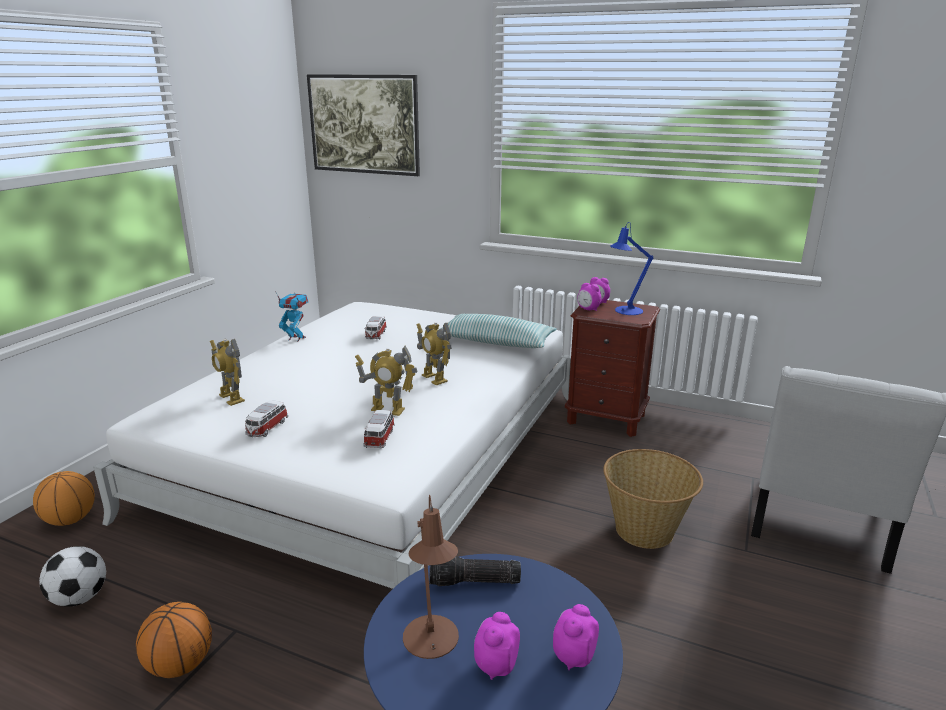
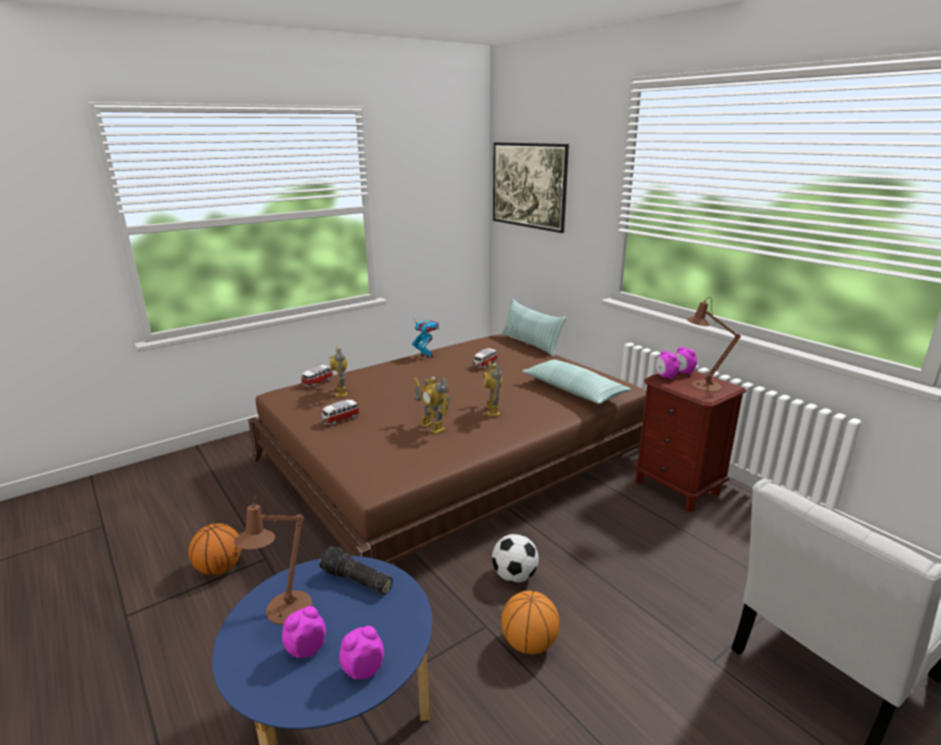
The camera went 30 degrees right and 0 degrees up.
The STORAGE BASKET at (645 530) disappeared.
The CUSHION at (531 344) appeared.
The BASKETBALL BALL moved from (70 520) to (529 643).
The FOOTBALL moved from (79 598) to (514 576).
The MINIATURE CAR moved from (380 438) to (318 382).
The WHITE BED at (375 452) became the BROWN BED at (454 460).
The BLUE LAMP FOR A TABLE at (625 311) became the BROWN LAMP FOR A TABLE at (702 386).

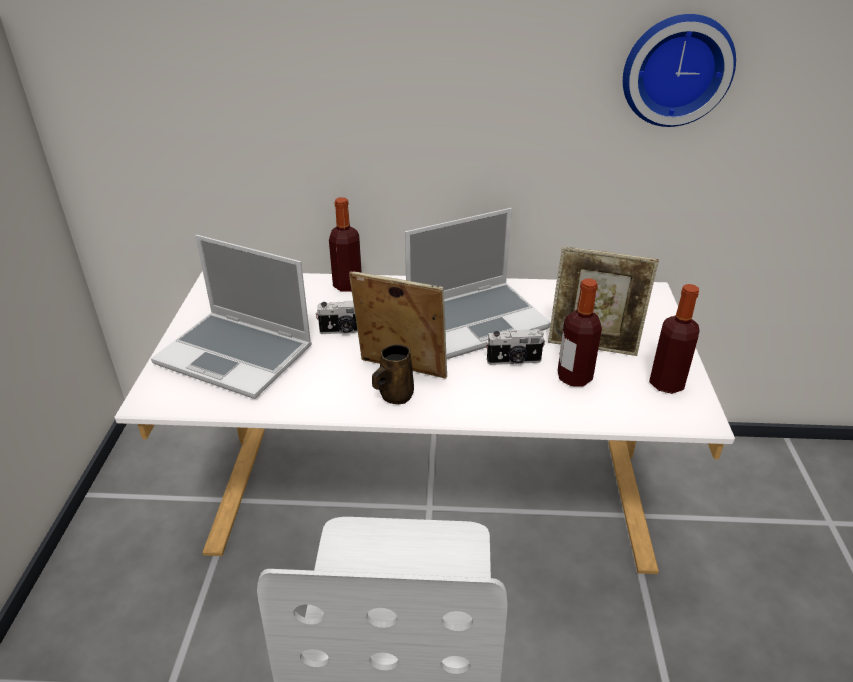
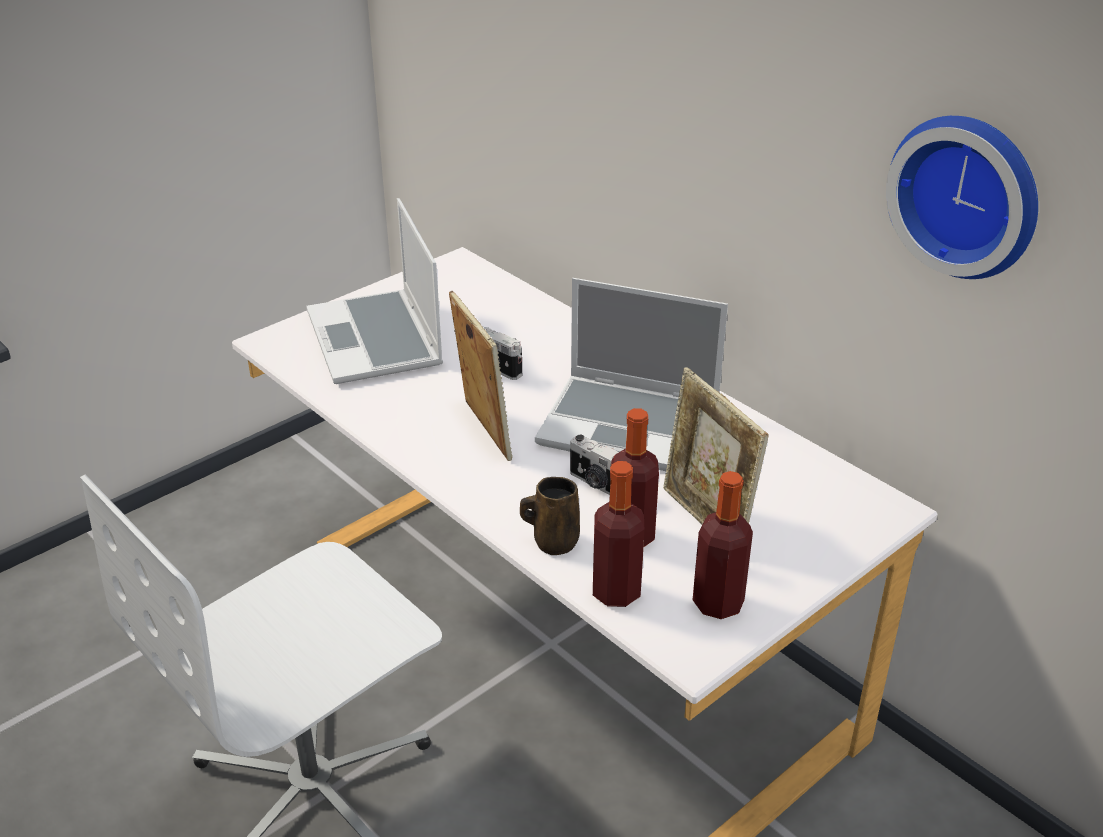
The camera went 45 degrees right and 0 degrees up.
The BEVERAGE BOTTLE moved from (347 285) to (616 592).
The BROWN COFFEE MUG moved from (394 396) to (553 541).

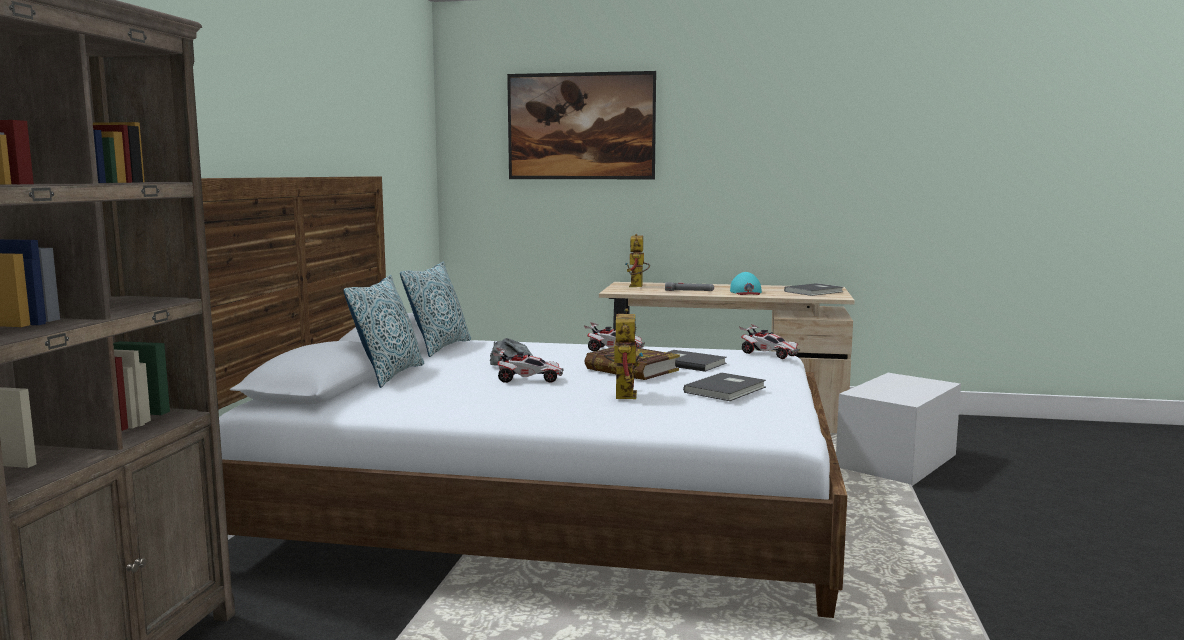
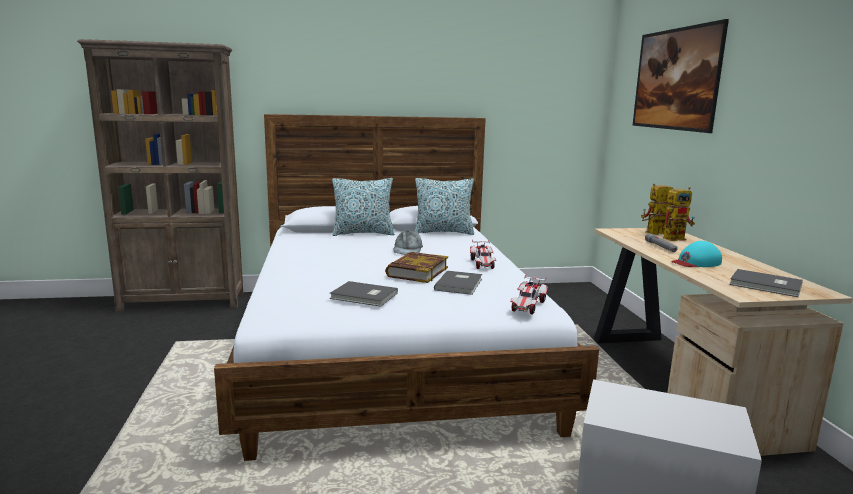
The camera went 70 degrees right and 5 degrees up.
The MINIATURE CAR at (528 379) disappeared.
The ROBOT FIGURE moved from (622 393) to (676 238).

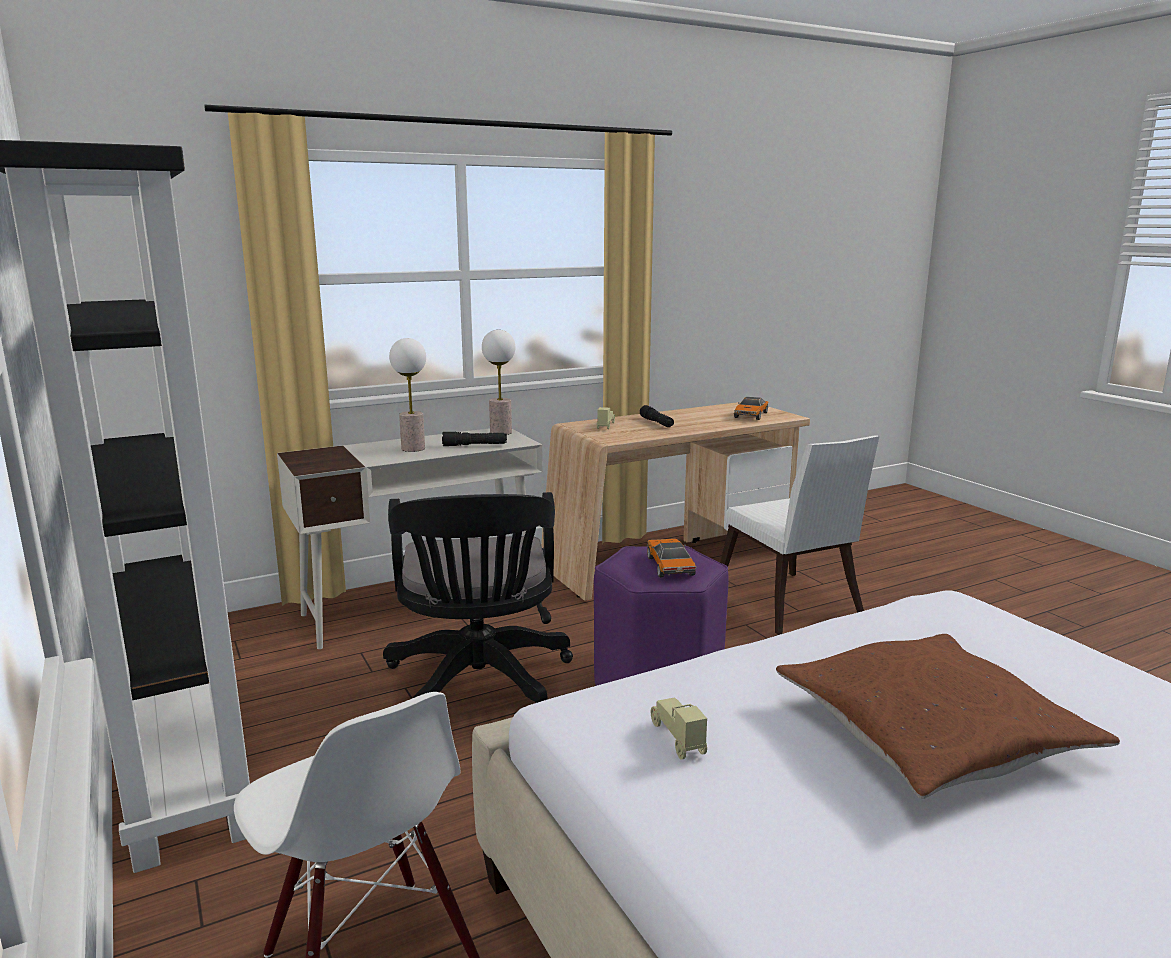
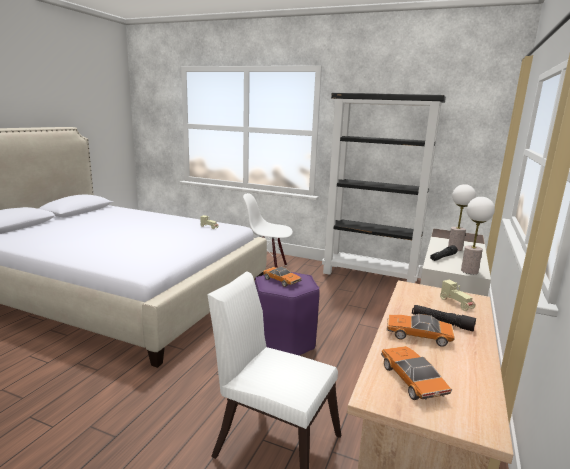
The camera went 140 degrees right and 0 degrees up.
The BLACK-COLOURED COMPUTER CHAIR at (479 685) disappeared.
The BROWN CUSHION at (931 734) disappeared.
The MINIATURE CAR at (418 335) appeared.

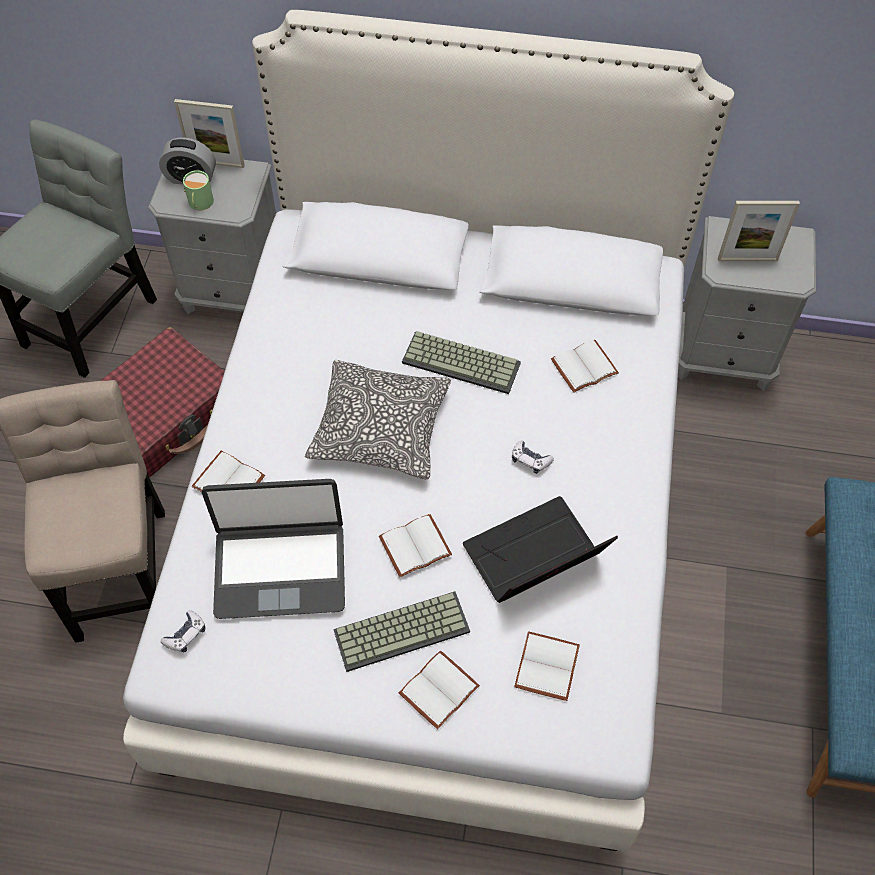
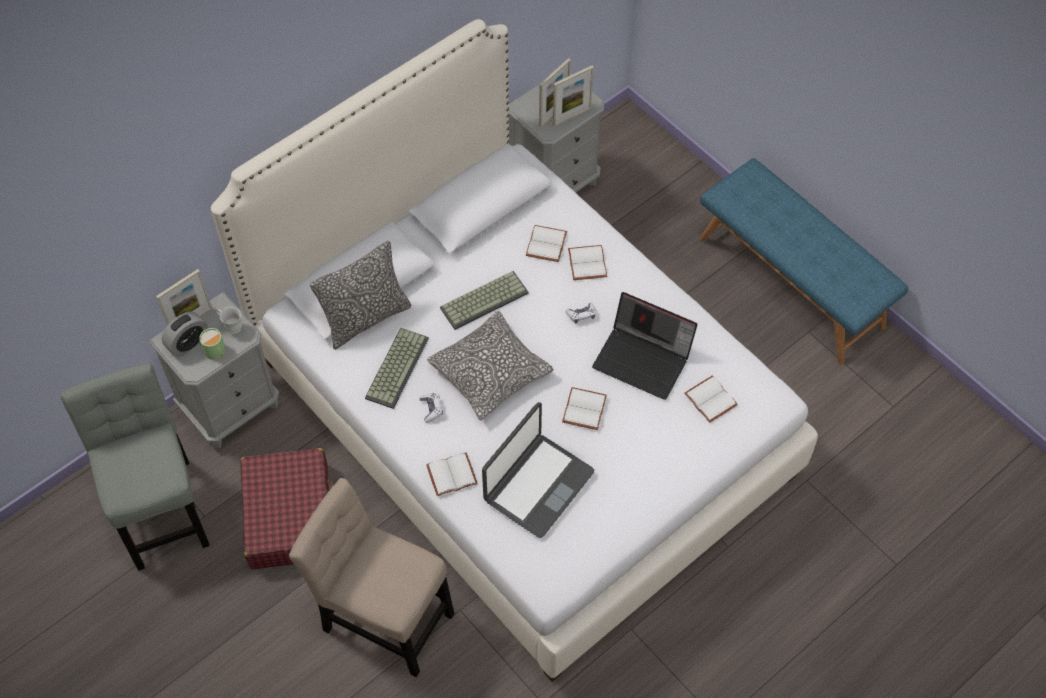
The camera went 50 degrees left and 0 degrees up.
The WHITE COFFEE MUG at (231 327) appeared.
The CUSHION at (366 318) appeared.
The PICTURE FRAME at (572 116) appeared.
The JOYPAD moved from (186 635) to (431 409).
The PC KEYBOARD moved from (402 629) to (396 367).
The WHITE BOUND BOOK moved from (438 688) to (586 263).
The NOTEBOOK COMPUTER at (533 559) turned 75 degrees counterclockwise.

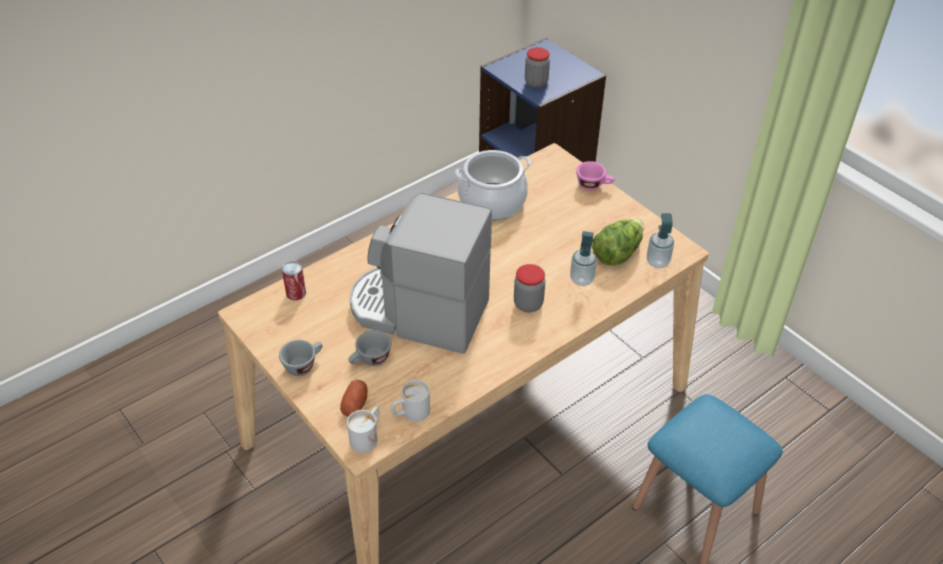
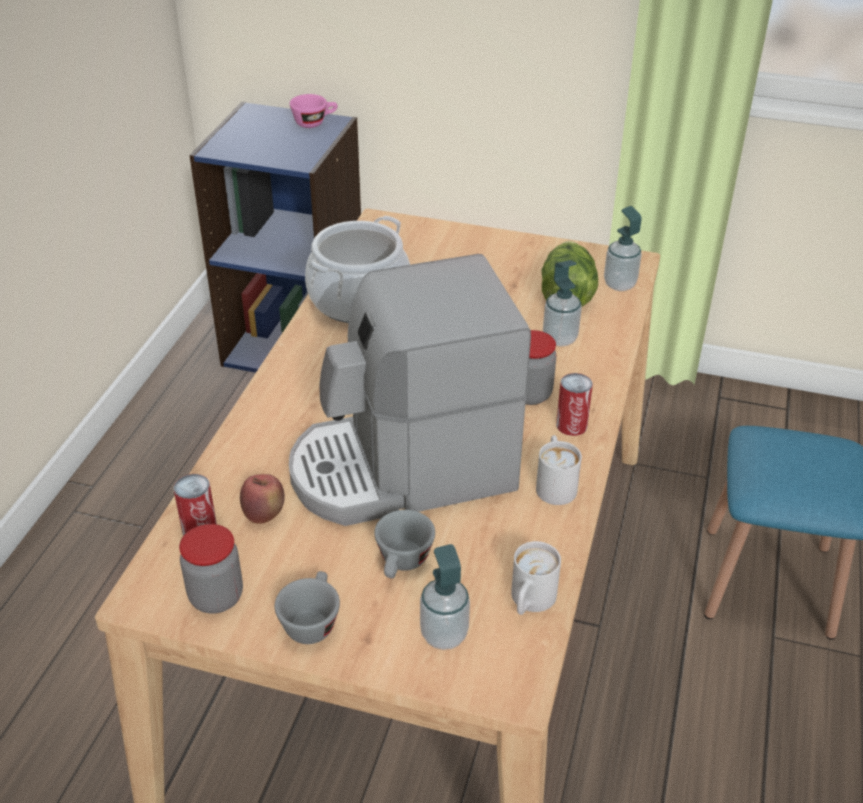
The camera went 35 degrees left and 5 degrees down.
The APPLE at (264 515) appeared.
The METAL CAN at (571 425) appeared.
The WHITE COFFEE MUG moved from (367 436) to (554 484).
The PRESERVE JAR moved from (536 82) to (216 597).
The PINKISH CUP moved from (593 185) to (314 122).
The WHOLE POTATO at (355 405) was replaced by the LIQUID SOAP BOTTLE at (444 635).

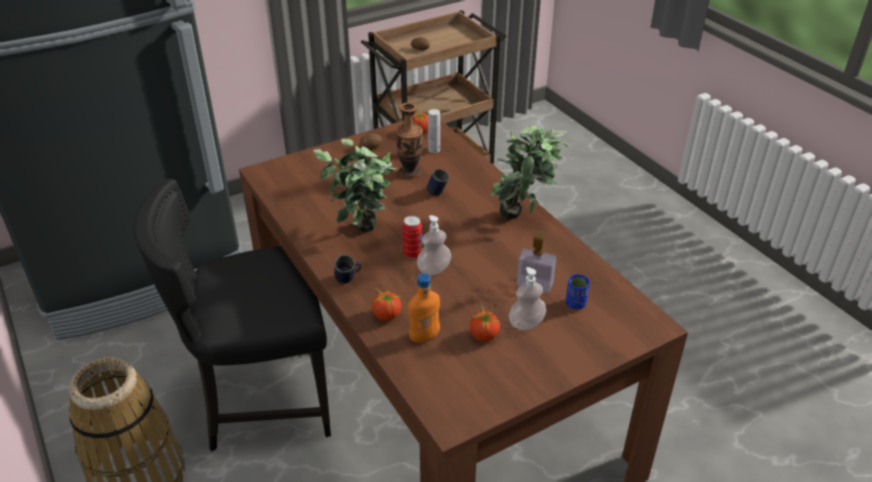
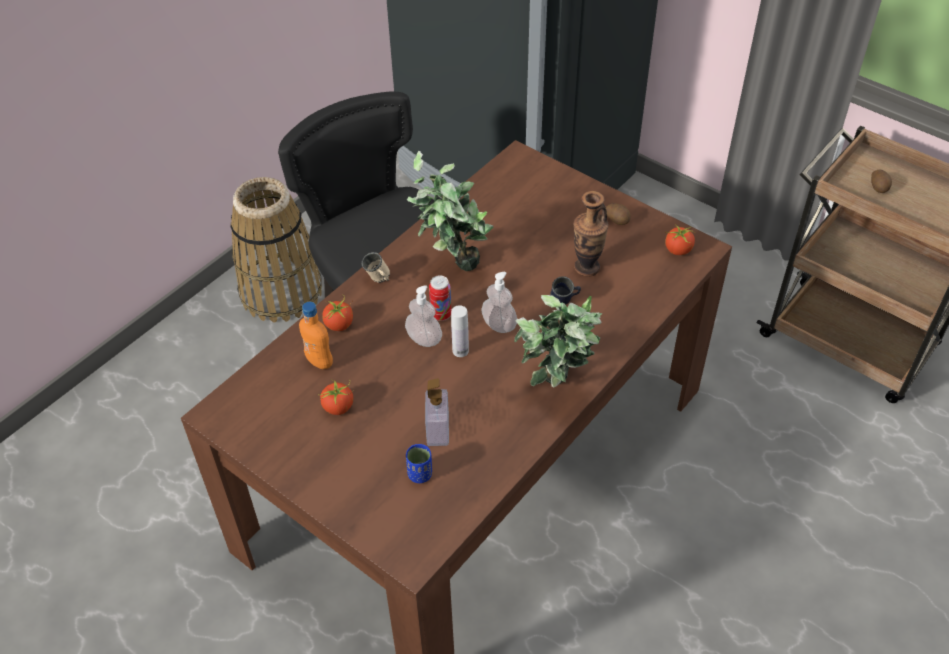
The camera went 70 degrees right and 10 degrees up.
The WHITE BEVERAGE BOTTLE moved from (434 150) to (460 351).
The LIQUID SOAP BOTTLE moved from (526 323) to (499 325).
The BLUE COFFEE MUG at (348 280) became the SAND-COLOURED COFFEE MUG at (379 280).

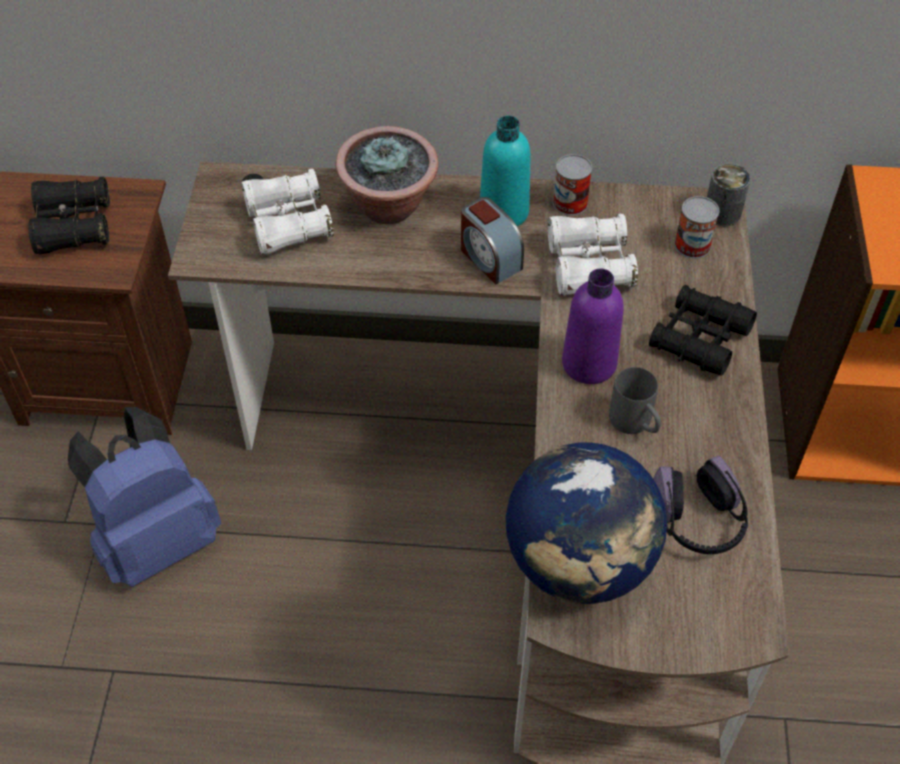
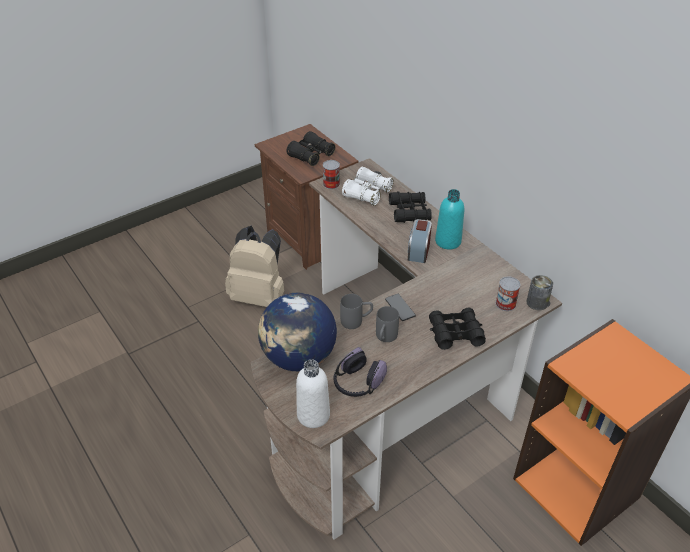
The camera went 50 degrees right and 10 degrees down.
The WHITE FIELD GLASSES at (589 265) disappeared.
The WHITE BEVERAGE BOTTLE at (313 415) appeared.
The GREY COFFEE MUG at (356 321) appeared.
The METAL CAN moved from (570 202) to (331 184).
The PLANT IN A POT at (389 206) was replaced by the BLACK-COLOURED FIELD GLASSES at (409 212).
The PURPLE BEVERAGE BOTTLE at (589 363) was replaced by the PHONE at (400 308).
The BLUE KNAPSACK at (157 540) became the SAND-COLOURED KNAPSACK at (259 296).

